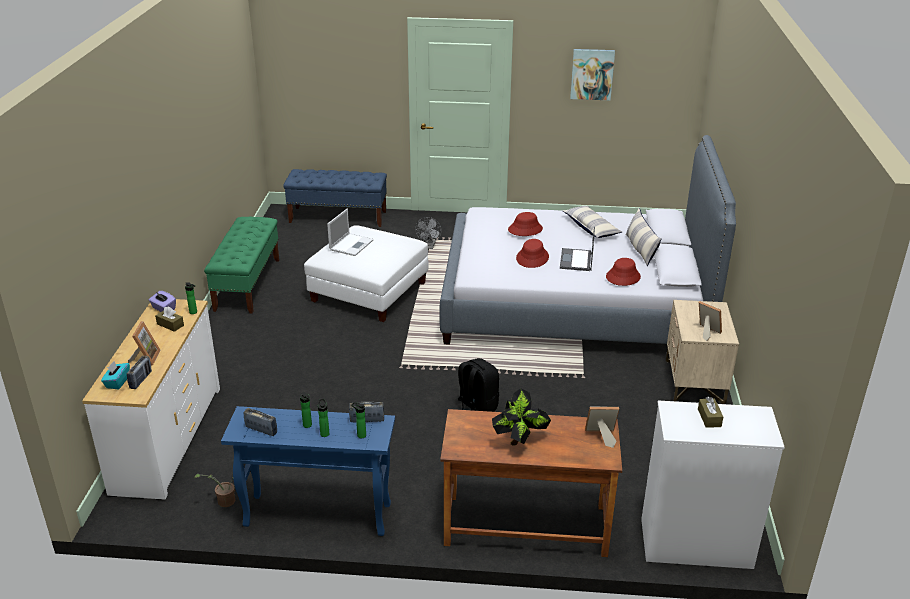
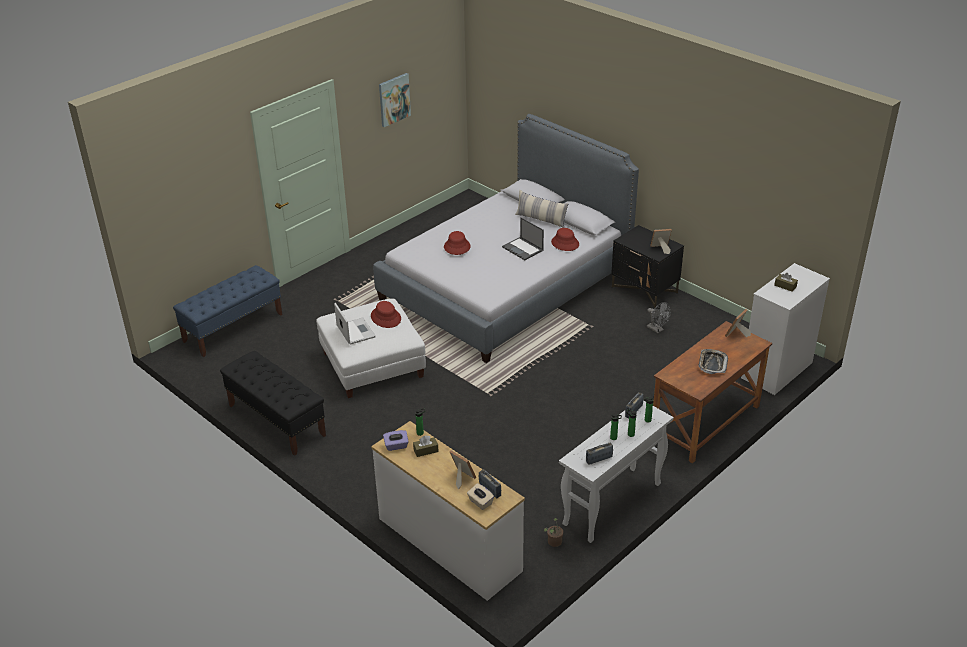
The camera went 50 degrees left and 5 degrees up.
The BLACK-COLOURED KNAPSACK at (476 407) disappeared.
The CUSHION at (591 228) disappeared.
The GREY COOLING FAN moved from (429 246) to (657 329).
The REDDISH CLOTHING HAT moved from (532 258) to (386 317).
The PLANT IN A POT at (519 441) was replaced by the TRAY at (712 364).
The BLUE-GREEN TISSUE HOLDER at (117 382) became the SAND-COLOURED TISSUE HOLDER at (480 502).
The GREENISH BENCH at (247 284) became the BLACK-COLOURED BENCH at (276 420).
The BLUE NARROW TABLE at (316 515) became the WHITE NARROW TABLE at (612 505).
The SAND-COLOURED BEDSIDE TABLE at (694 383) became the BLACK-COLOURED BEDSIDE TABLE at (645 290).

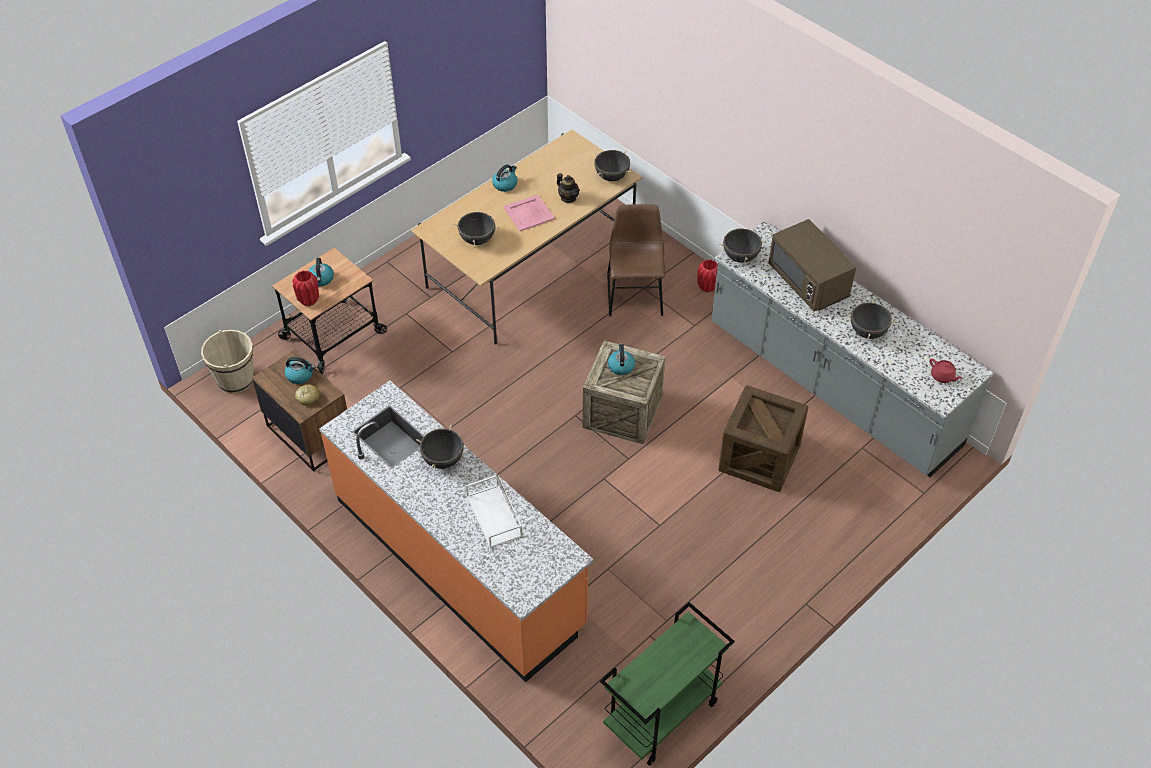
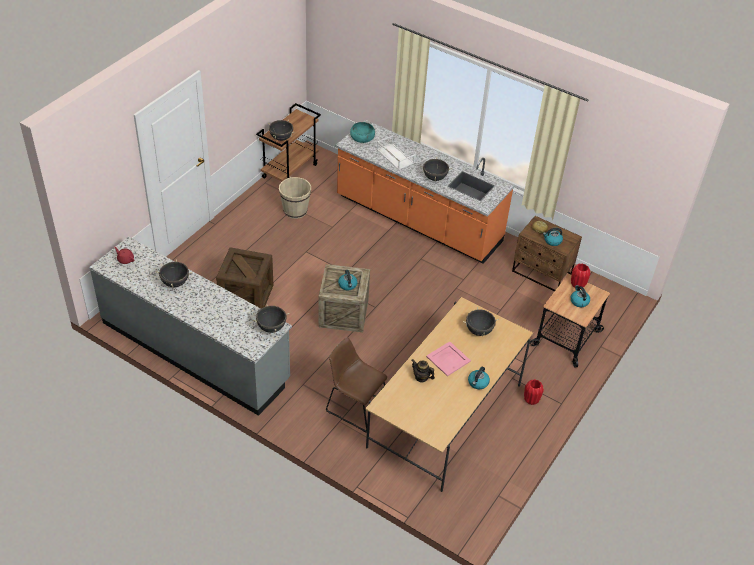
The camera went 165 degrees right and 5 degrees down.
The BROWN MICROWAVE OVEN at (808 282) disappeared.
The BLUE-GREEN SERVING BOWL at (362 137) appeared.
The SAND-COLOURED BUCKET moved from (236 379) to (295 211).
The BLACK-COLOURED COOKING POT moved from (612 176) to (281 138).
The REDDISH VASE moved from (707 287) to (531 400).
The GREENISH WHEELED CART at (661 716) became the BROWN WHEELED CART at (290 171).
The BROWN UPRIGHT CHAIR at (634 292) turned 135 degrees clockwise.

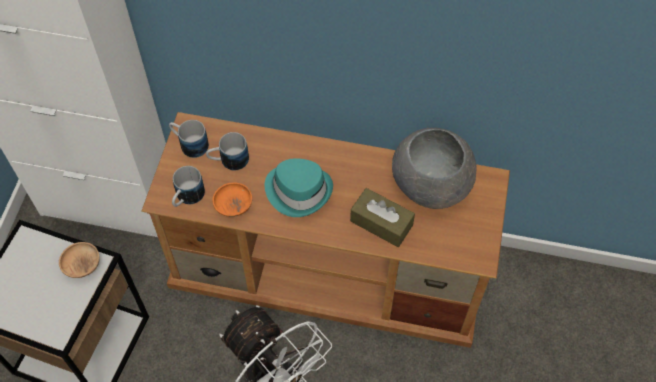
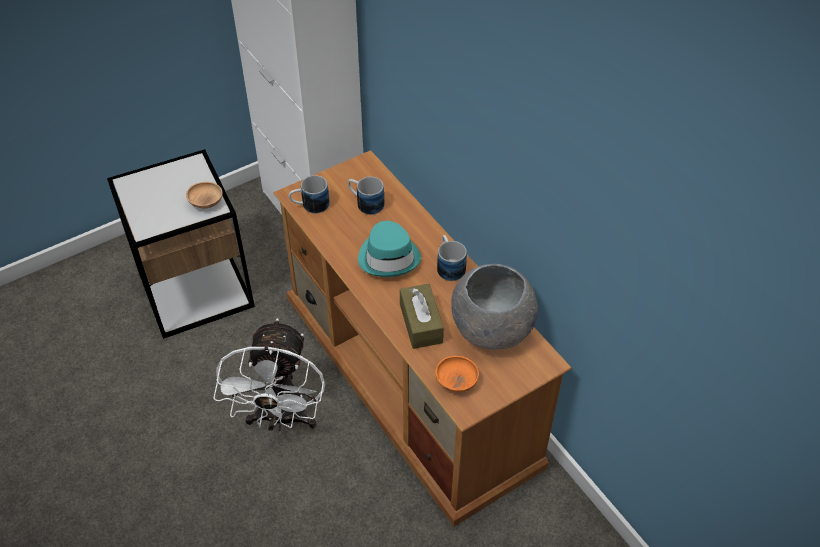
The camera went 45 degrees right and 10 degrees down.
The COFFEE MUG moved from (189 144) to (449 266).
The ORANGEY SERVING BOWL moved from (233 205) to (456 381).

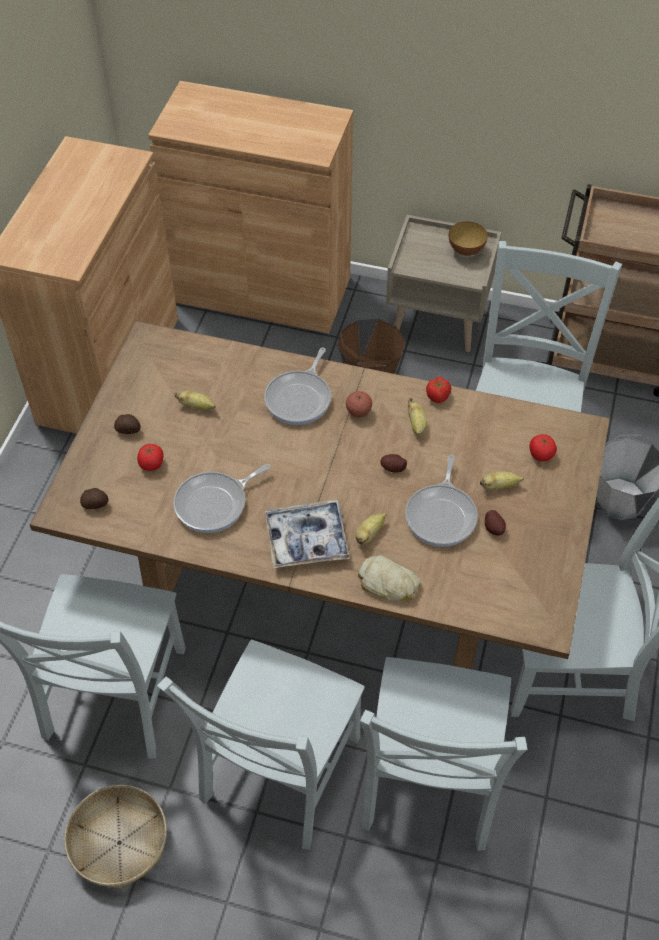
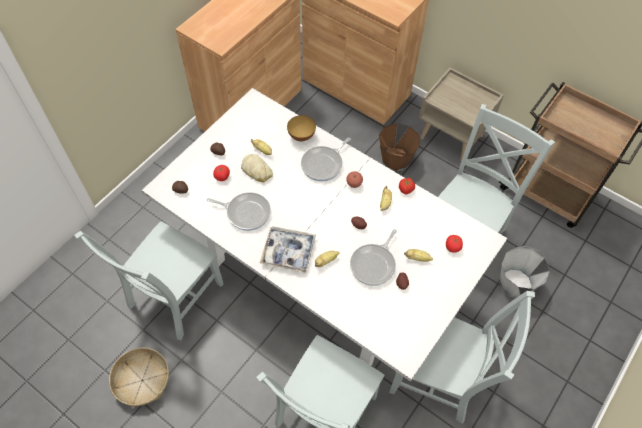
The camera went 20 degrees right and 5 degrees up.
The GREY UPRIGHT CHAIR at (277 774) disappeared.
The BAKED BREAD moved from (388 584) to (256 171).
The SERVING BOWL moved from (466 251) to (301 136).
The BROWN KITCHEN TABLE at (331 581) became the WHITE KITCHEN TABLE at (320 273).
The PAN at (214 504) turned 150 degrees counterclockwise.

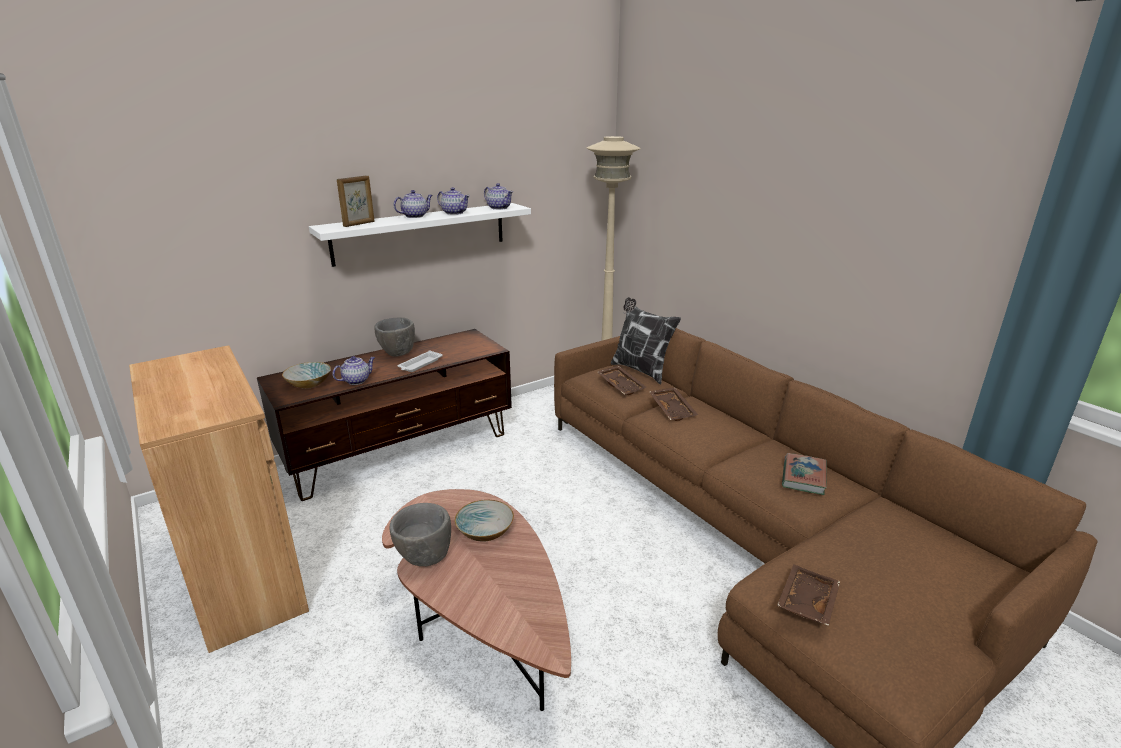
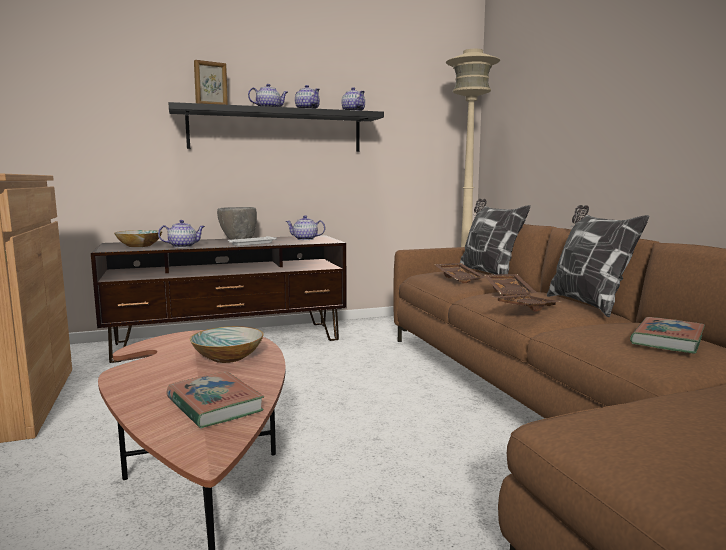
The camera went 15 degrees right and 15 degrees down.
The GREY SERVING BOWL at (424 559) disappeared.
The BOUND BOOK at (214 405) appeared.
The POT FOR TEA at (305 239) appeared.
The CUSHION at (587 304) appeared.
The BROWN TRAY moved from (805 601) to (525 309).
The WHITE BRACKET SHELF at (421 233) became the BLACK-COLOURED BRACKET SHELF at (276 131).

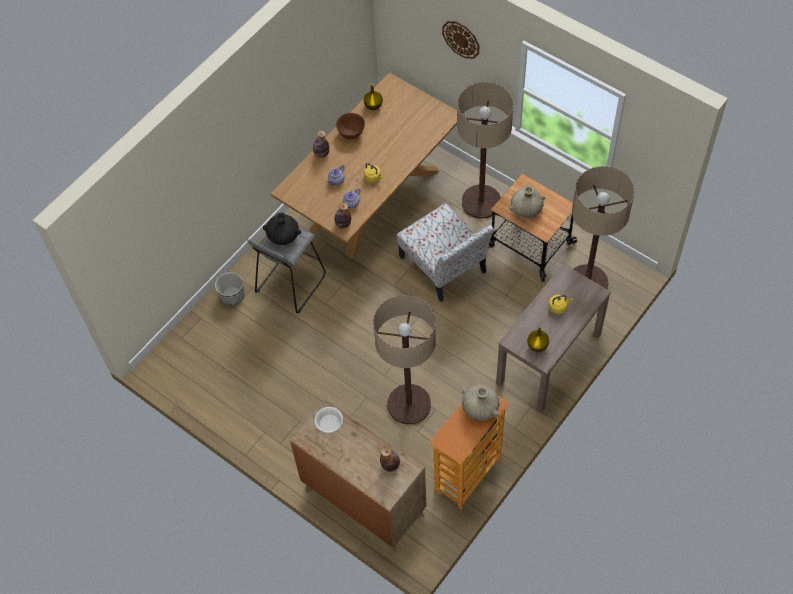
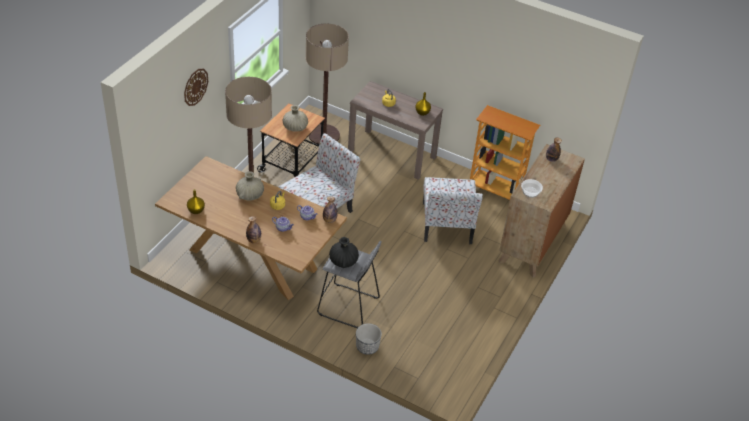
The camera went 105 degrees left and 15 degrees down.
The BROWN SERVING BOWL at (351 133) disappeared.
The SAND-COLOURED VASE moved from (480 408) to (250 195).
The STANDING LAMP at (409 404) was replaced by the UPRIGHT CHAIR at (447 224).

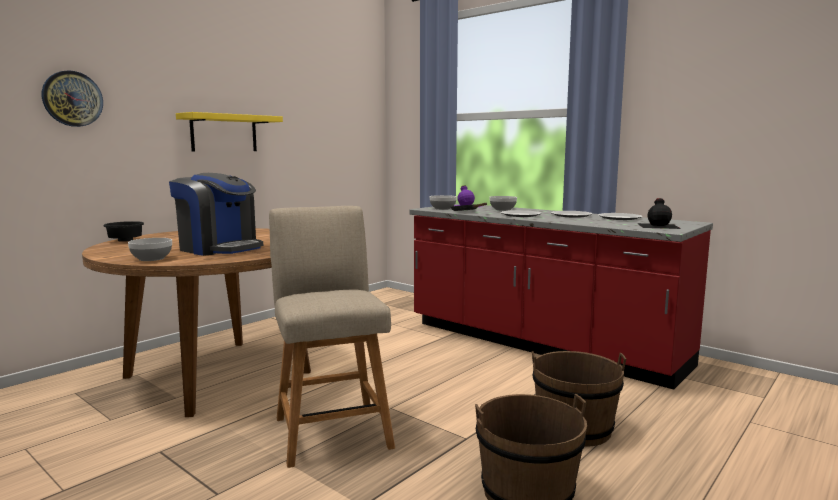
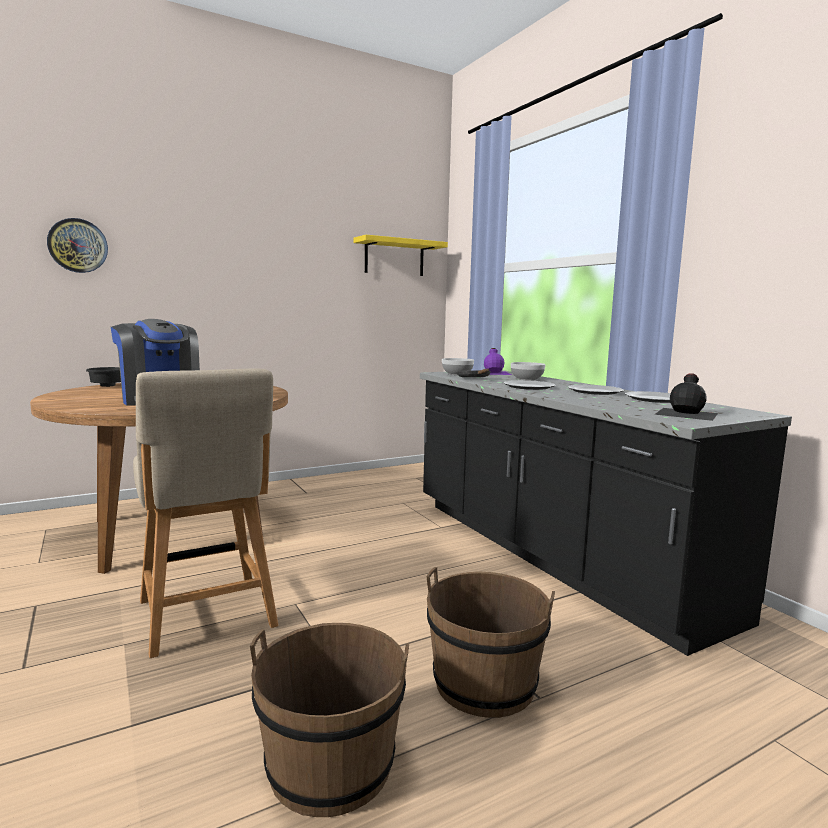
The camera went 20 degrees right and 0 degrees up.
The SERVING BOWL at (152 258) disappeared.
The YELLOWISH BRACKET SHELF moved from (224 133) to (394 257).
The REDDISH KITCHEN BASE UNIT at (540 344) became the BLACK-COLOURED KITCHEN BASE UNIT at (552 555).
The SAND-COLOURED UPRIGHT CHAIR at (331 429) turned 150 degrees clockwise.

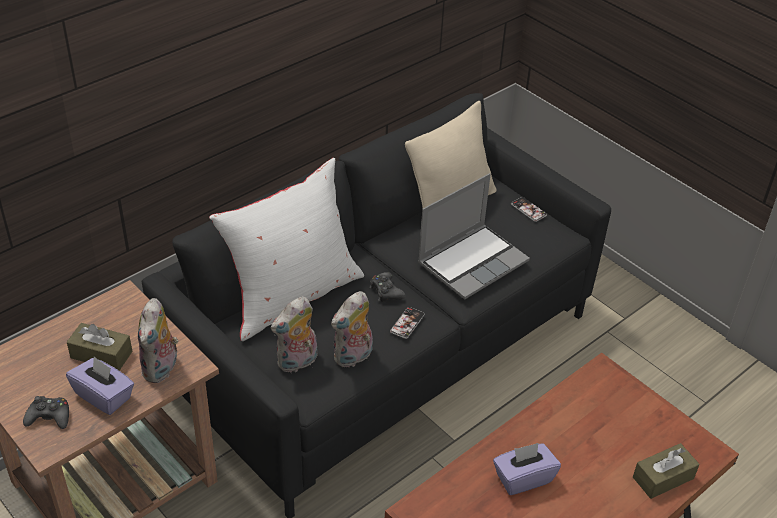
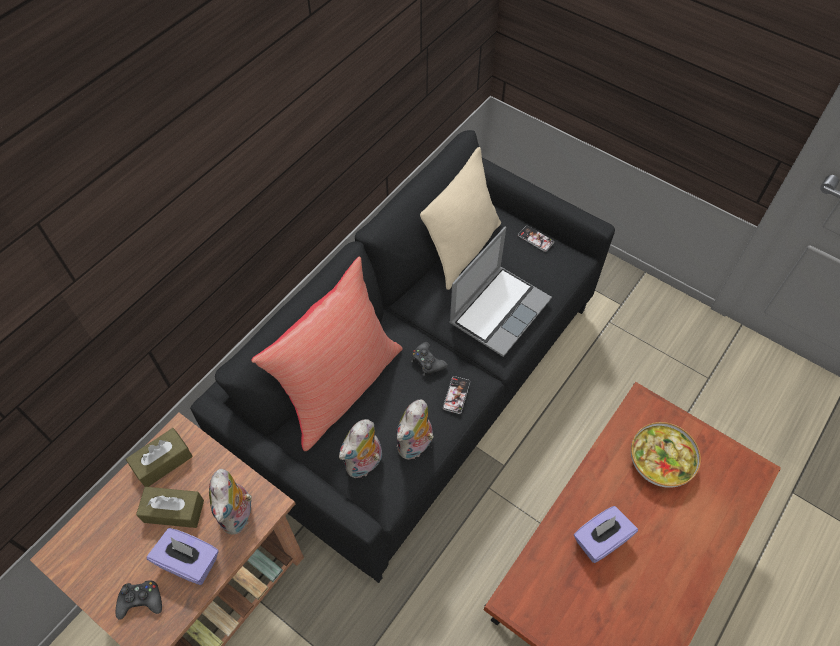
The camera went 10 degrees left and 15 degrees up.
The SERVING BOWL at (659 461) appeared.
The BROWN TISSUE HOLDER moved from (663 478) to (163 462).
The WHITE CUSHION at (292 296) became the REDDISH CUSHION at (339 386).

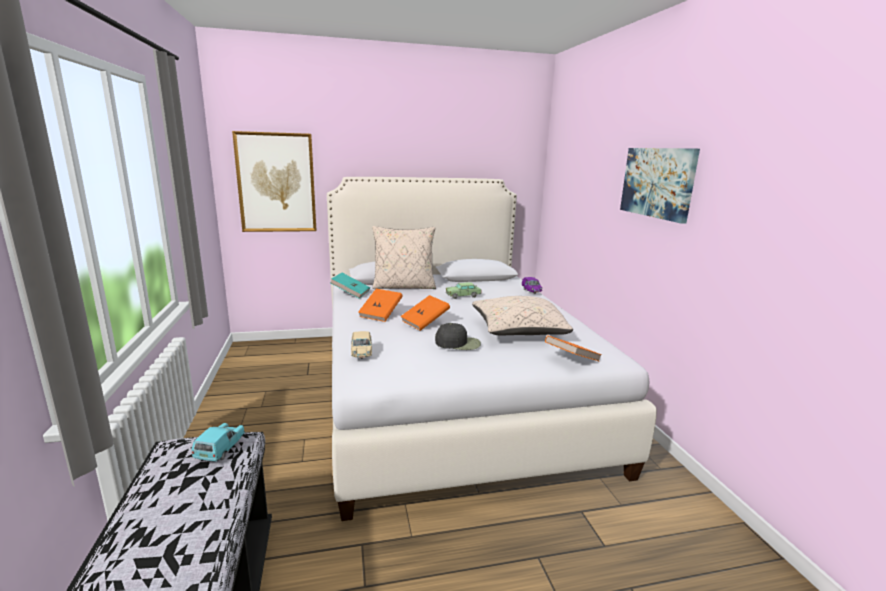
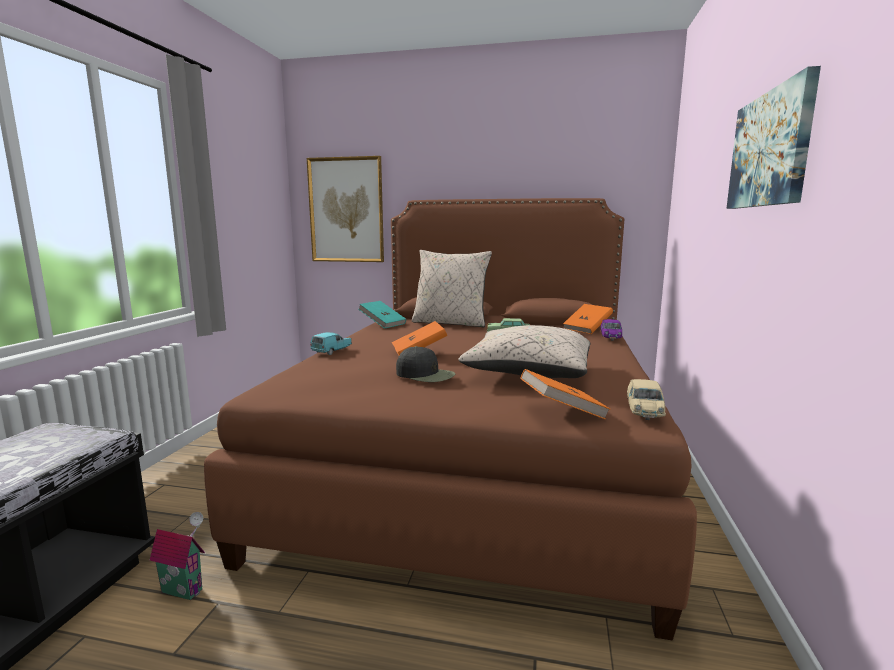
The camera went 25 degrees right and 5 degrees down.
The MODEL HOUSE at (184 589) appeared.
The BLUE-GREEN MINIATURE CAR moved from (220 450) to (332 351).
The SAND-COLOURED MINIATURE CAR moved from (361 353) to (644 413).
The ORANGEY BOUND BOOK moved from (381 314) to (587 329).
The WHITE BED at (448 391) became the BROWN BED at (475 456).

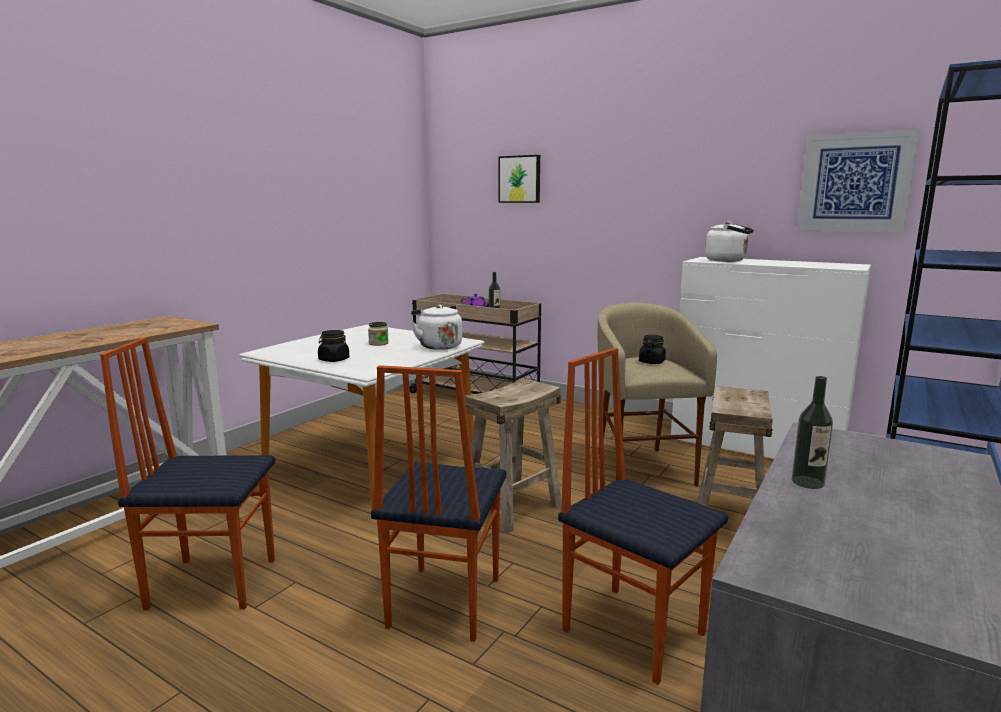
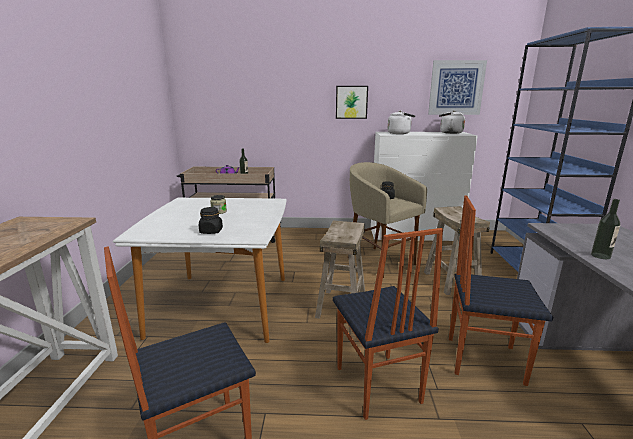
The camera went 30 degrees left and 5 degrees up.
The WHITE TEA KETTLE moved from (438 346) to (449 133).
The WALL ART moved from (520 179) to (351 102).

